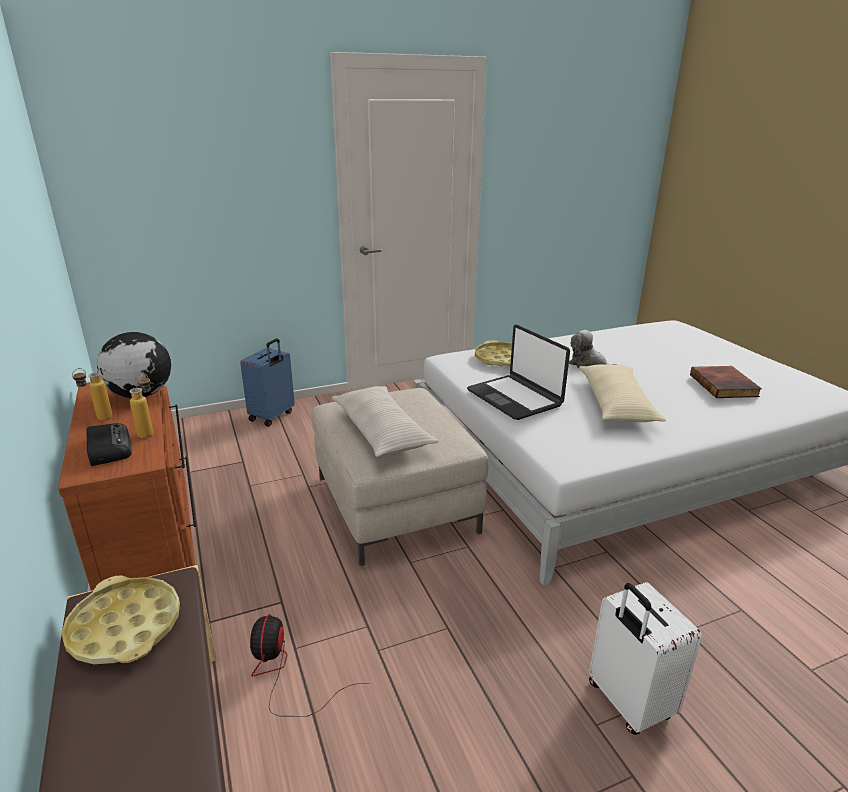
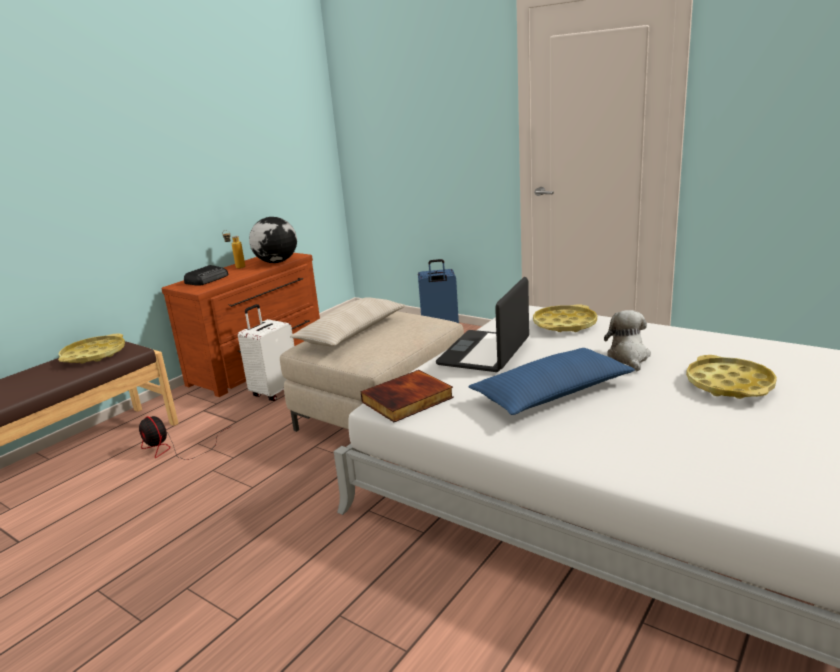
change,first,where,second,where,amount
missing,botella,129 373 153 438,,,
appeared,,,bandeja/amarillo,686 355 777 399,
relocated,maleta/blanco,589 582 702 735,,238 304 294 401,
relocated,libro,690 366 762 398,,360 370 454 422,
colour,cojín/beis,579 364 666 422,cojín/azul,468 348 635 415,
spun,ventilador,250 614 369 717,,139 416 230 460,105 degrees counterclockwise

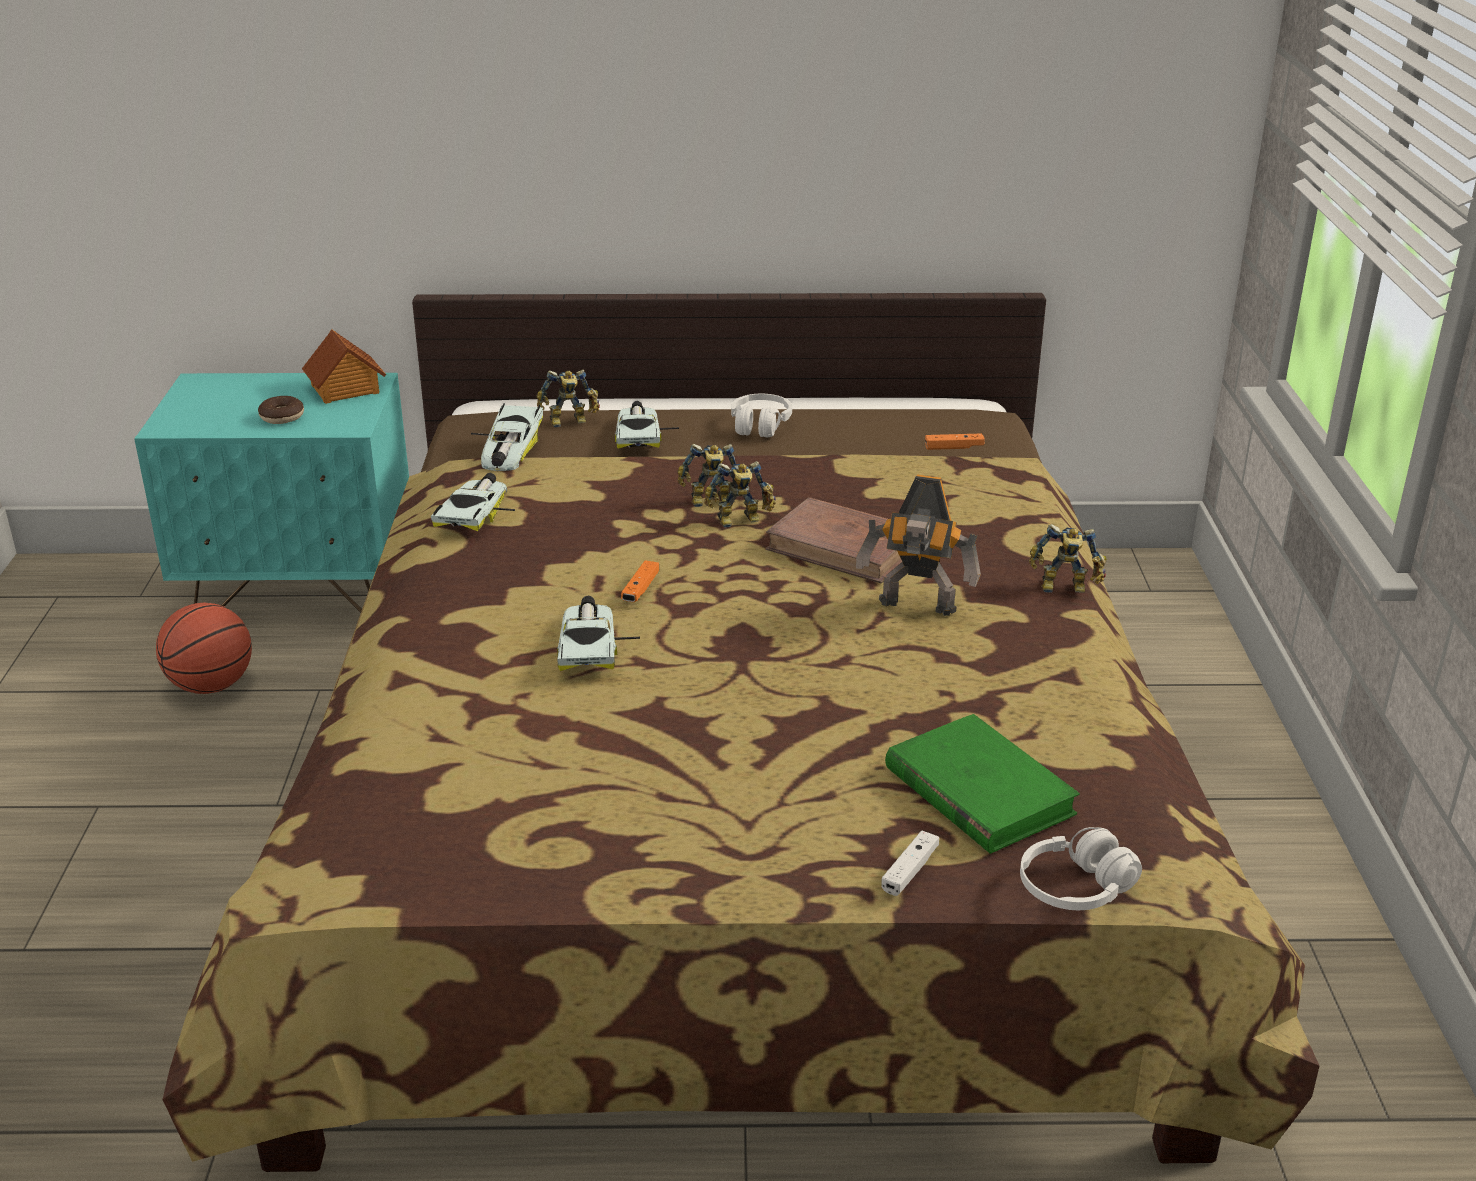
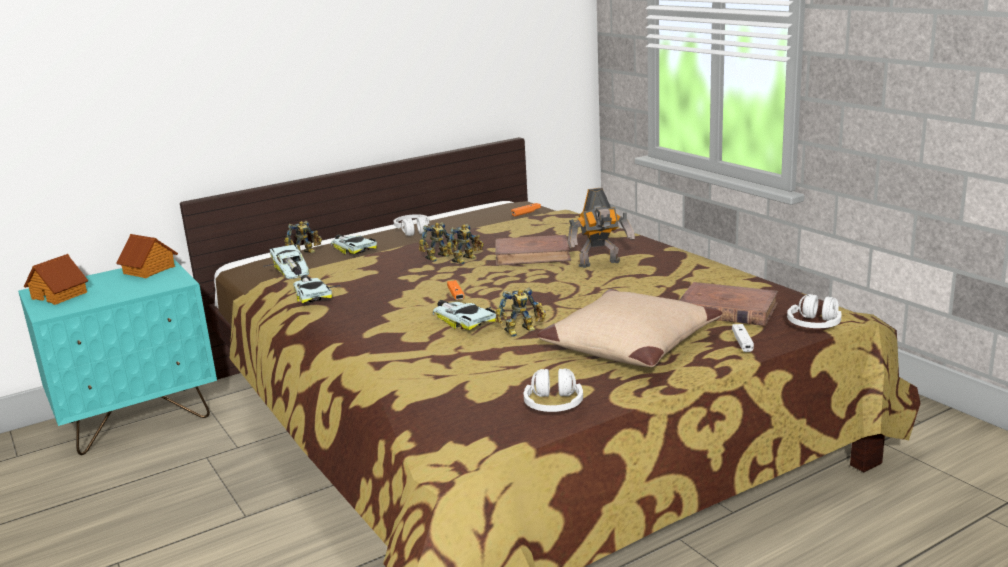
change,first,where,second,where,amount
missing,balón de baloncesto,156 603 252 694,,,
missing,rosquilla,258 396 304 424,,,
appeared,,,casita,24 254 88 305,
appeared,,,auriculares/blanco,524 368 583 412,
appeared,,,cojín/beis,537 289 723 367,
relocated,robot de juguete,1029 524 1107 593,,495 288 546 337,
colour,libro/verde,885 714 1080 854,libro/marrón,679 282 778 326,

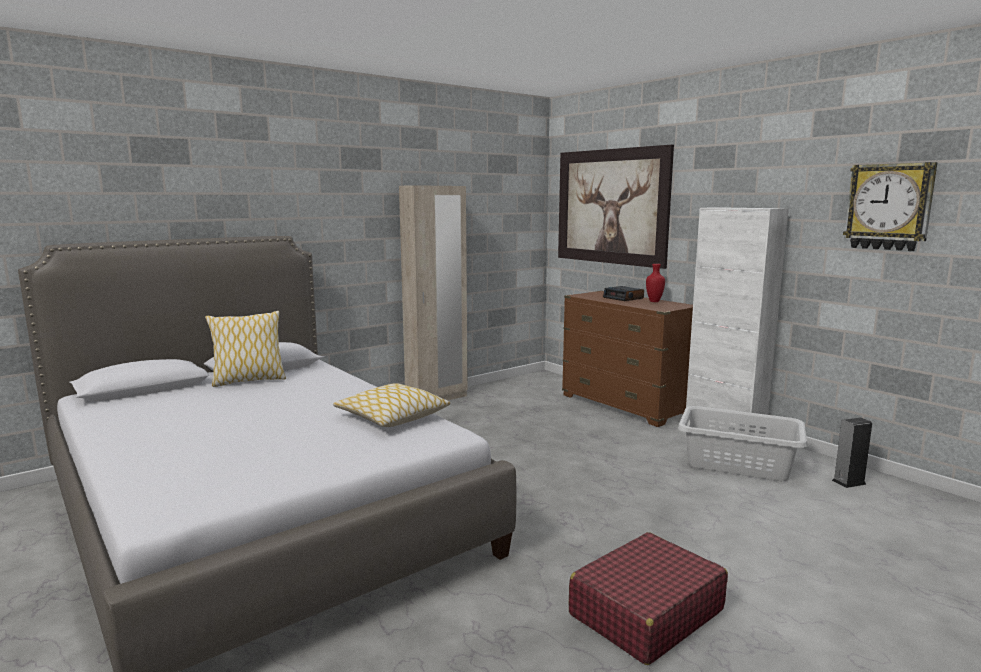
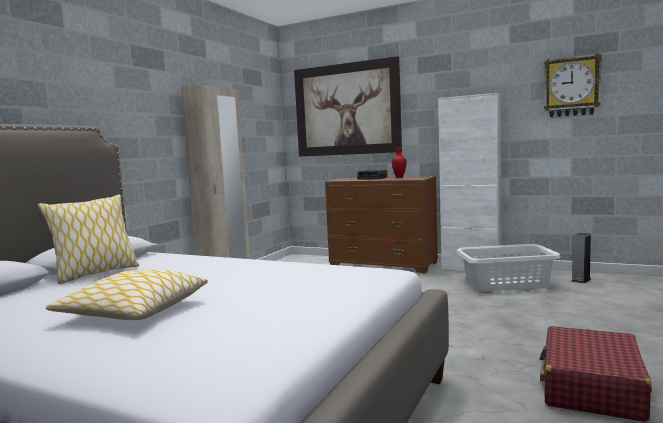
change,first,where,second,where,amount
relocated,cojín,333 383 451 427,,45 269 208 320,

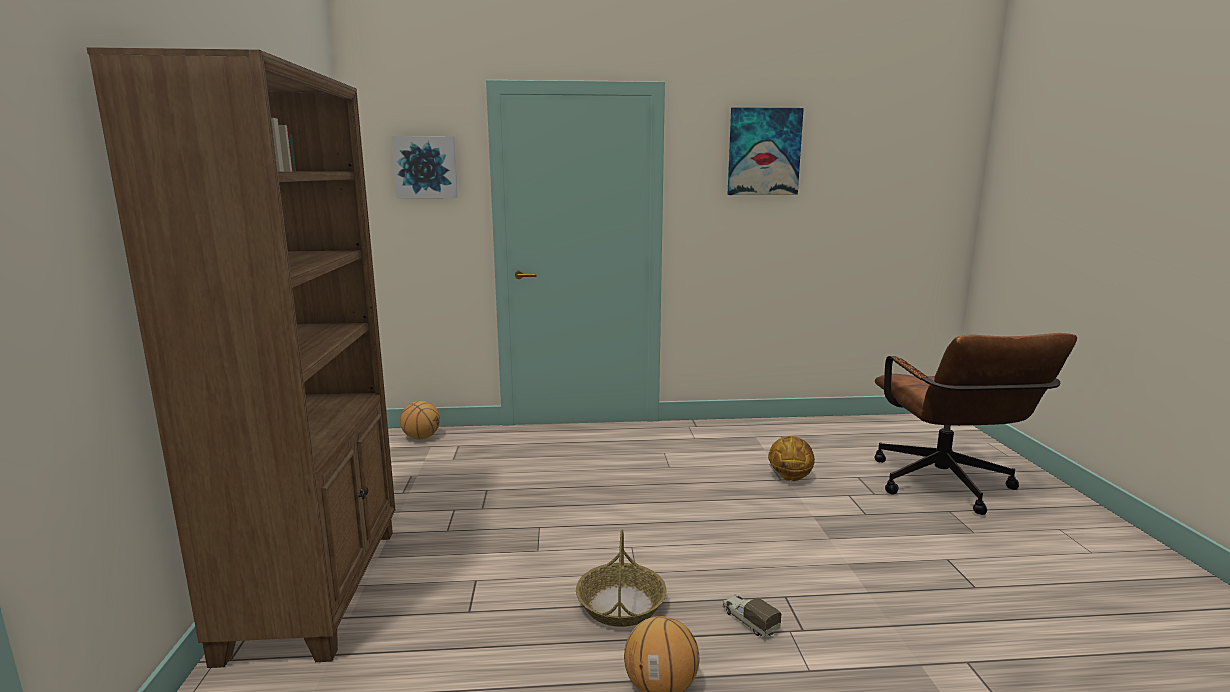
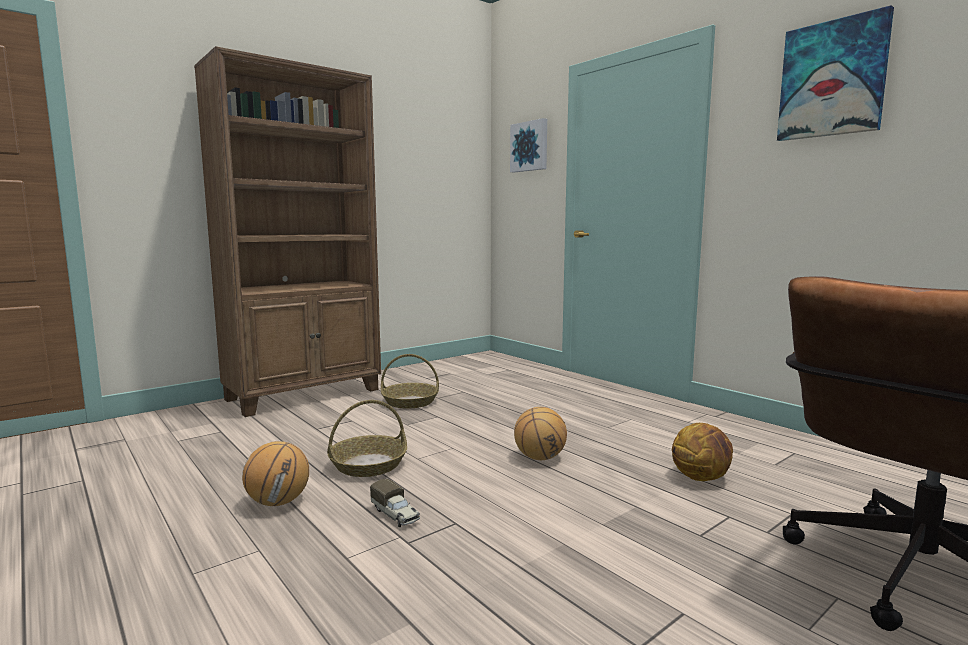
change,first,where,second,where,amount
appeared,,,cesta,381 354 439 408,
relocated,balón de baloncesto,400 401 440 439,,514 407 567 460,
spun,camión de juguete,722 594 782 637,,370 479 420 527,120 degrees clockwise

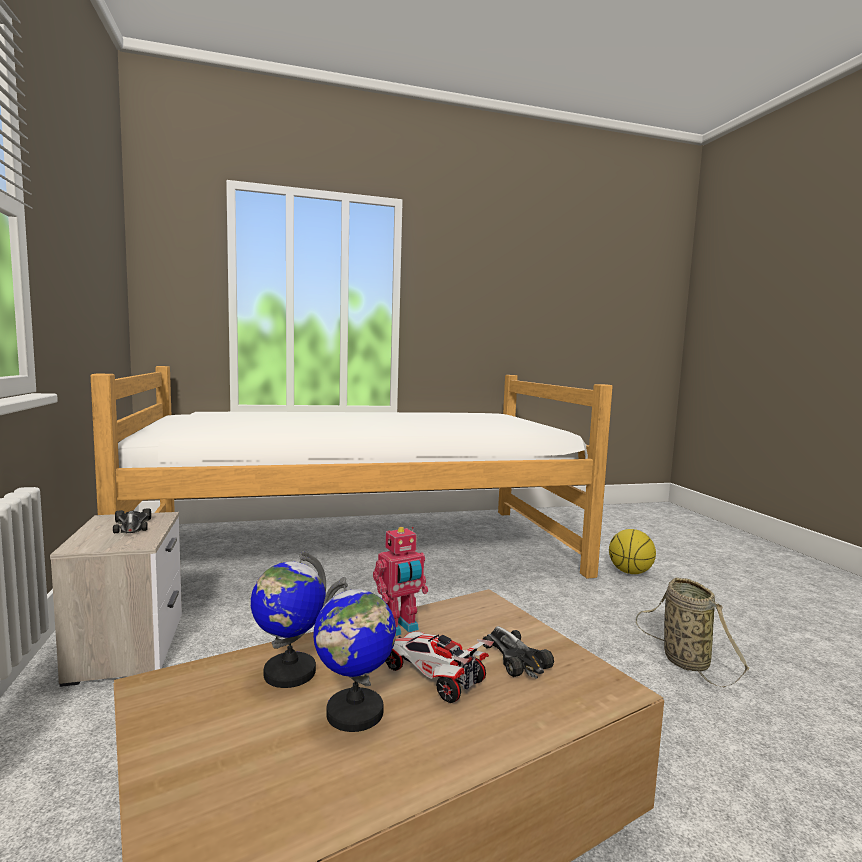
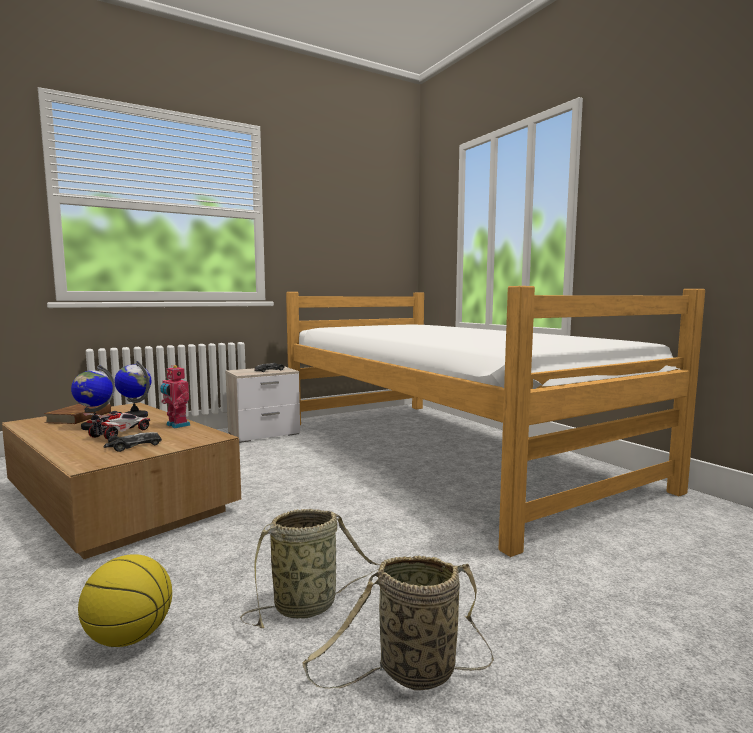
change,first,where,second,where,amount
appeared,,,libro/marrón,44 404 111 424,
appeared,,,cesta,302 556 494 690,
relocated,balón de baloncesto,609 529 656 574,,78 554 172 647,

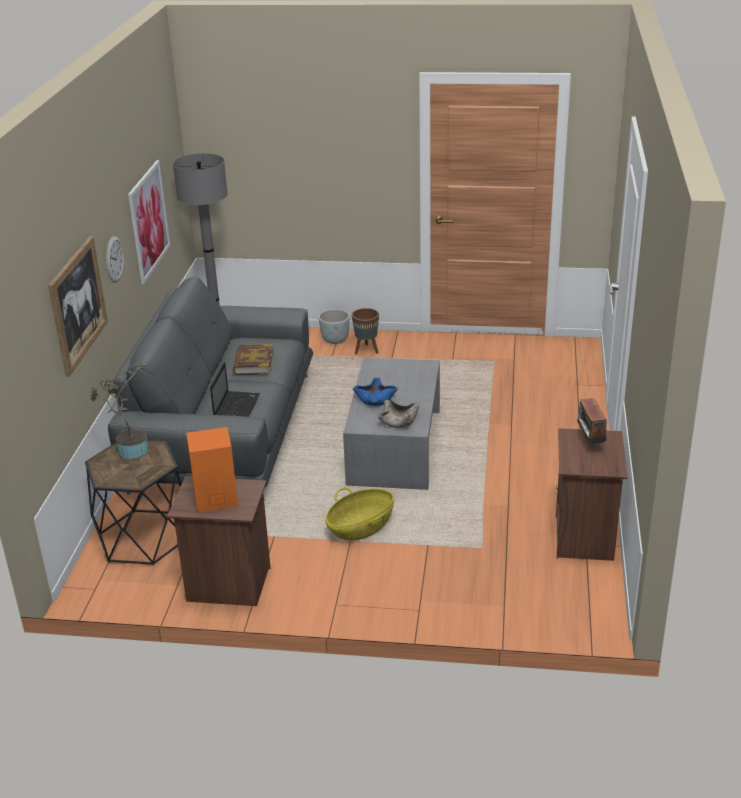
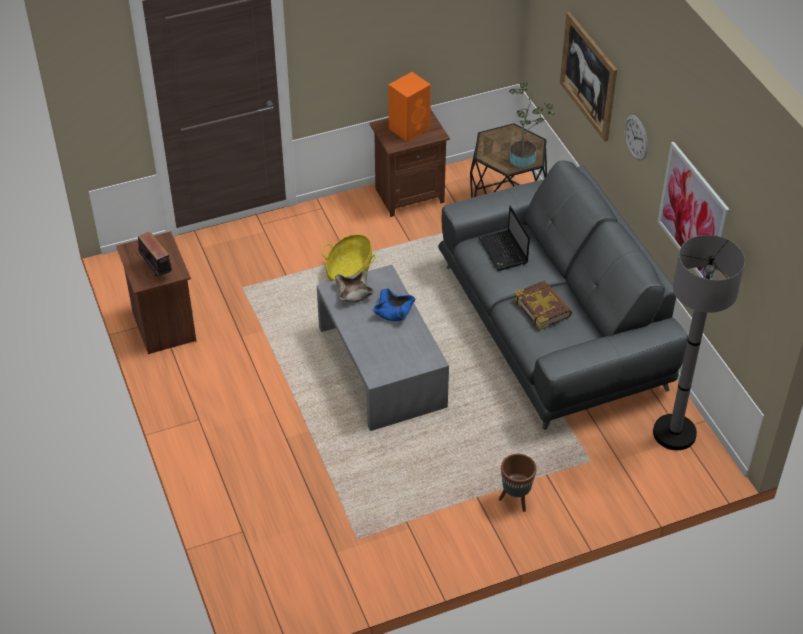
change,first,where,second,where,amount
missing,maceta/gris,319 309 350 344,,,

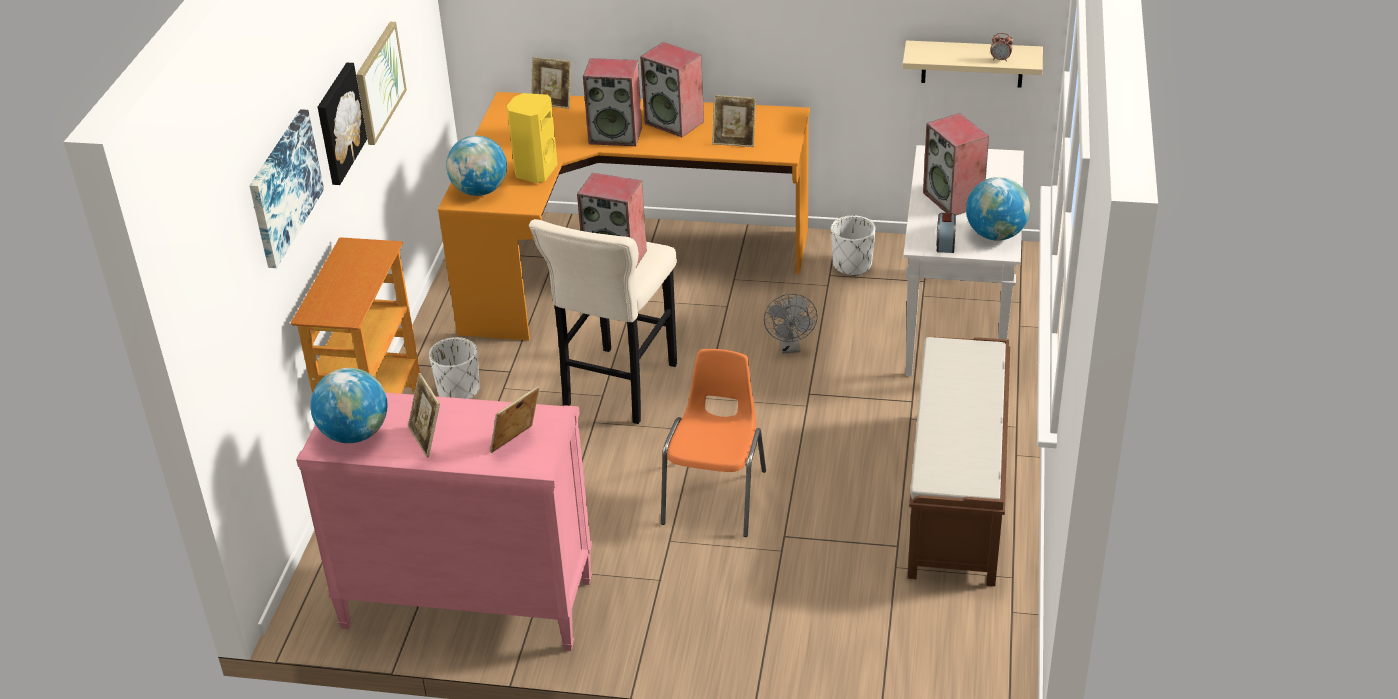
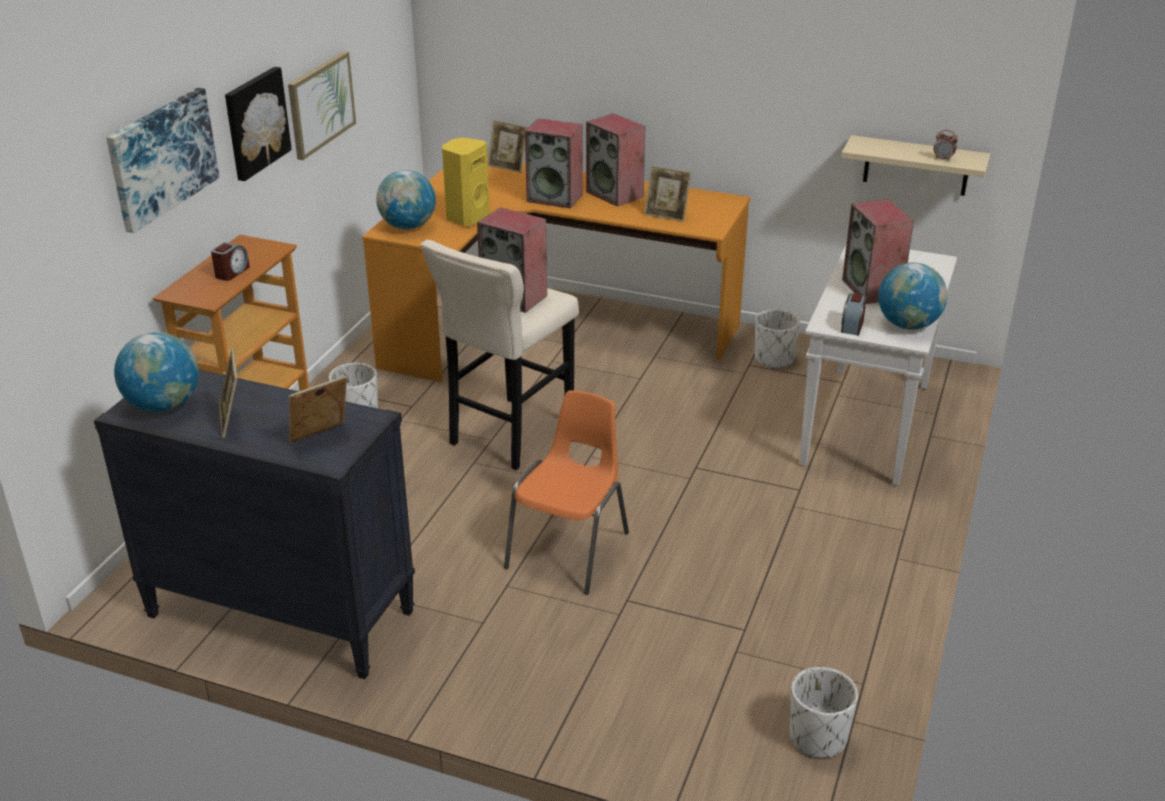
change,first,where,second,where,amount
missing,ventilador/gris,764 294 818 353,,,
missing,banco/marrón,908 337 1010 586,,,
appeared,,,despertador,211 242 250 281,
appeared,,,maceta/blanco,790 667 858 758,
colour,cómoda/rosa,296 393 592 651,cómoda/negro,94 370 415 679,

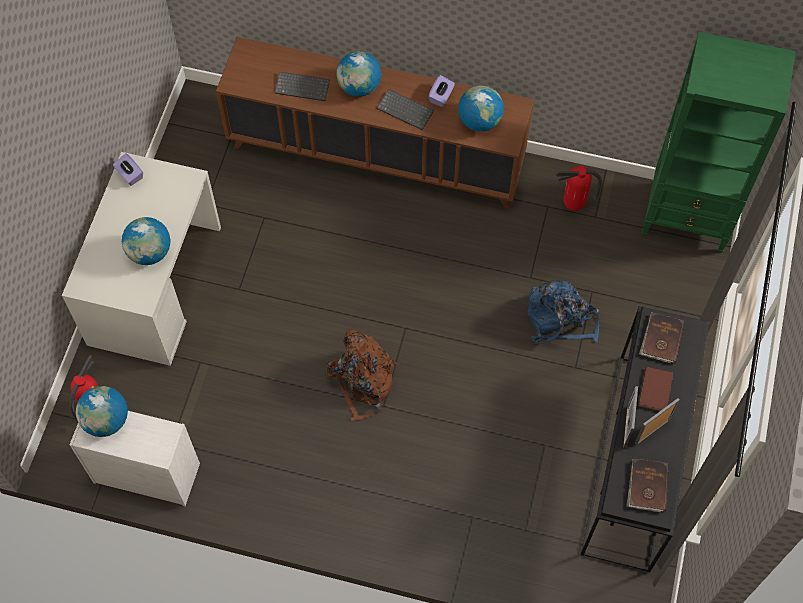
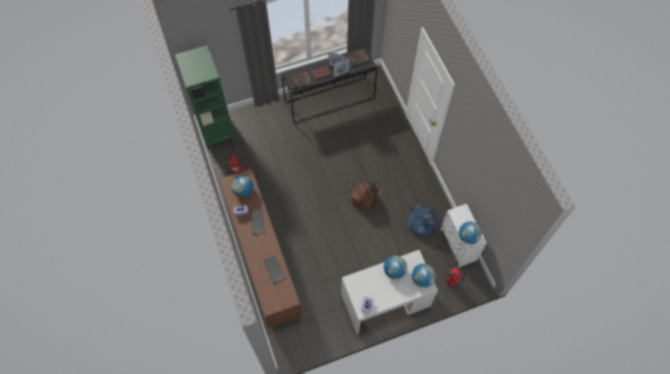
change,first,where,second,where,amount
relocated,globo terráqueo,336 51 381 97,,412 264 435 287,
relocated,mochila/azul,528 280 599 343,,408 204 439 236,

